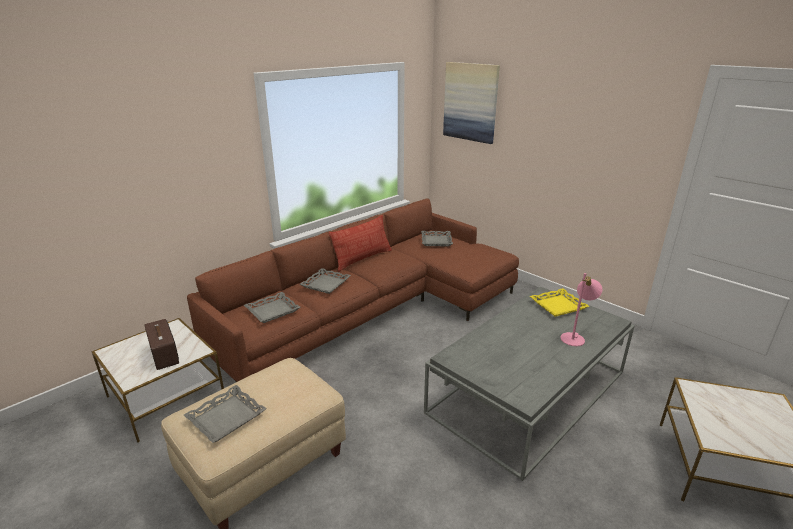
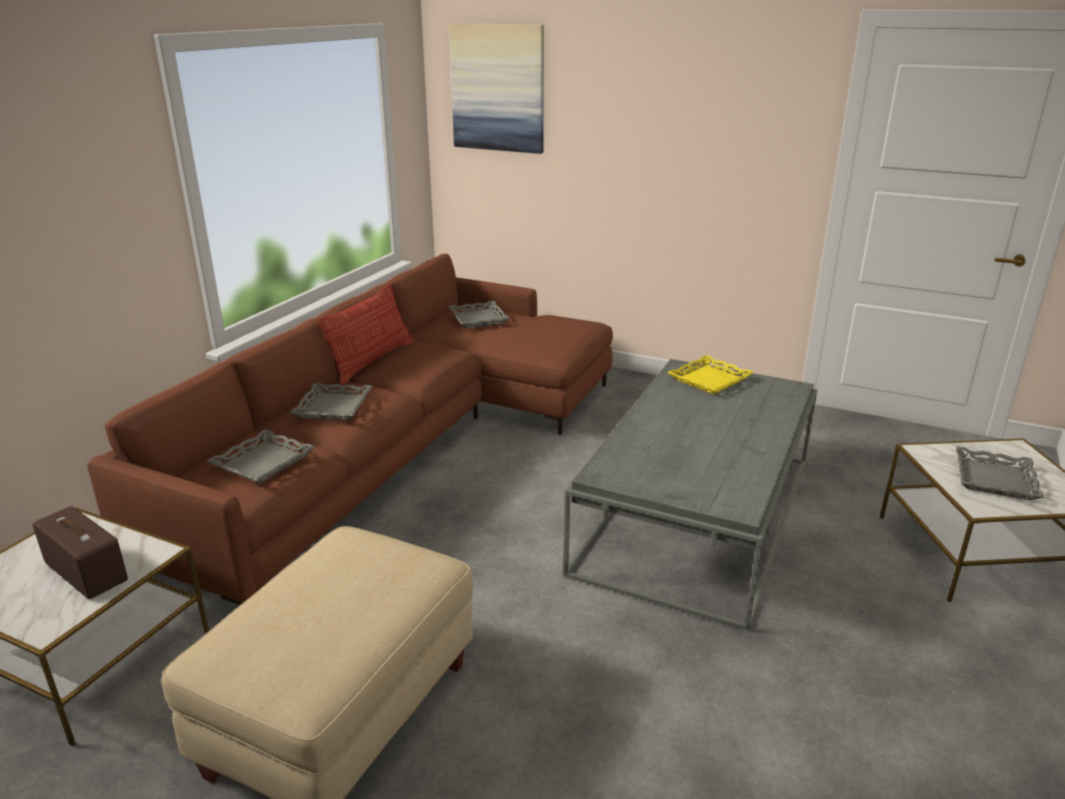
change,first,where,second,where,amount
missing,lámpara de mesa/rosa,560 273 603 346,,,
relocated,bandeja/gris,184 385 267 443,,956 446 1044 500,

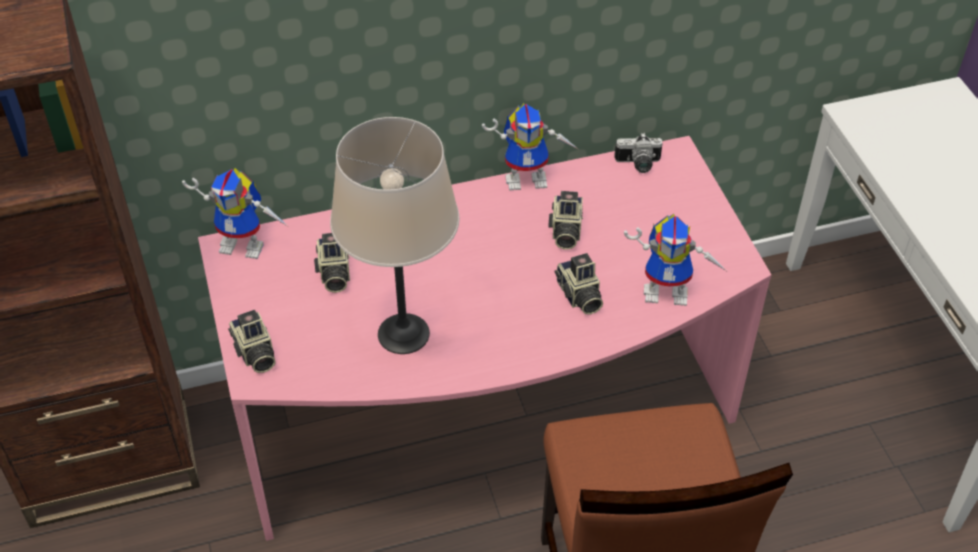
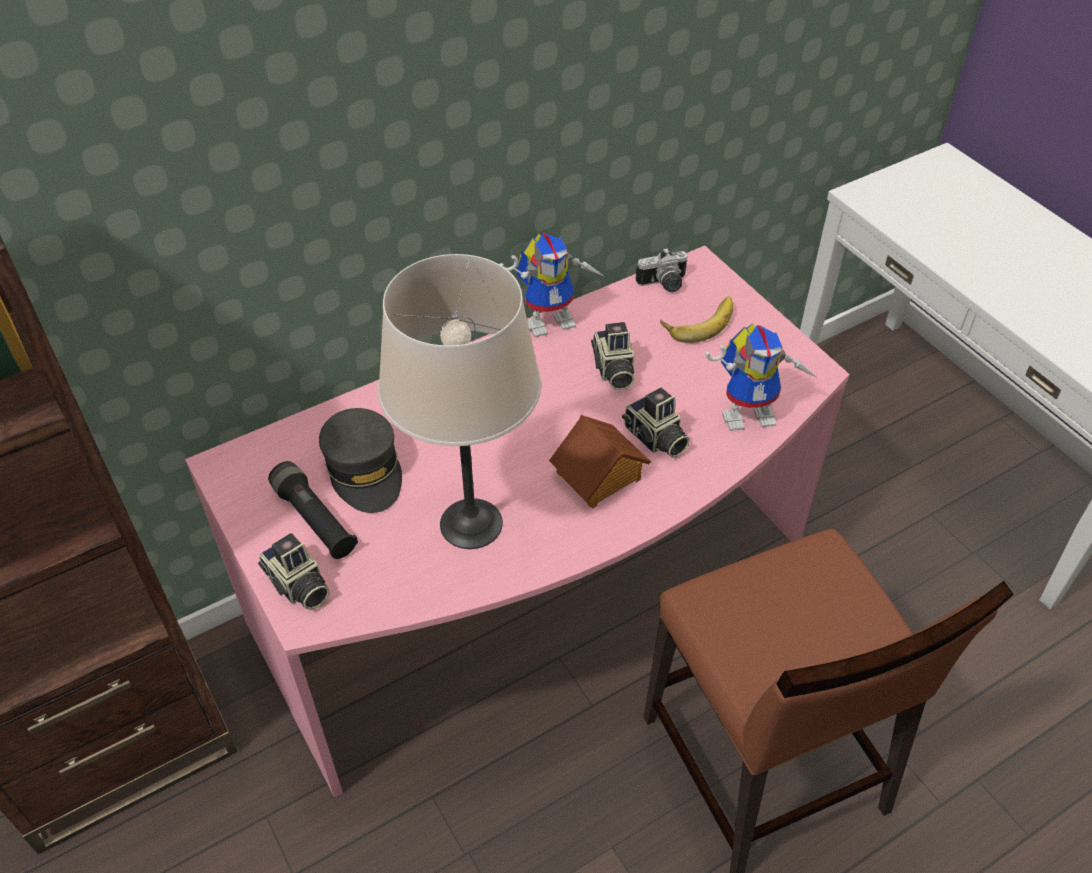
change,first,where,second,where,amount
missing,robot de juguete,182 168 289 259,,,
appeared,,,linterna/negro,268 461 358 559,
appeared,,,casita,549 415 651 508,
appeared,,,plátano,660 296 733 343,
exchanged,cámara,314 233 350 293,gorra/gris,319 408 402 513,

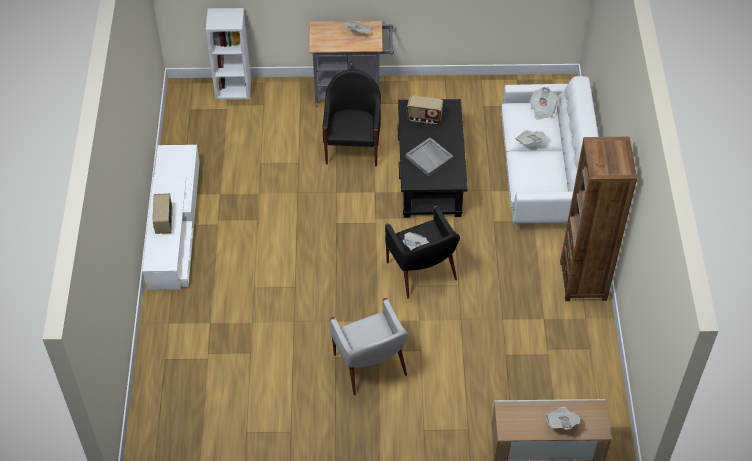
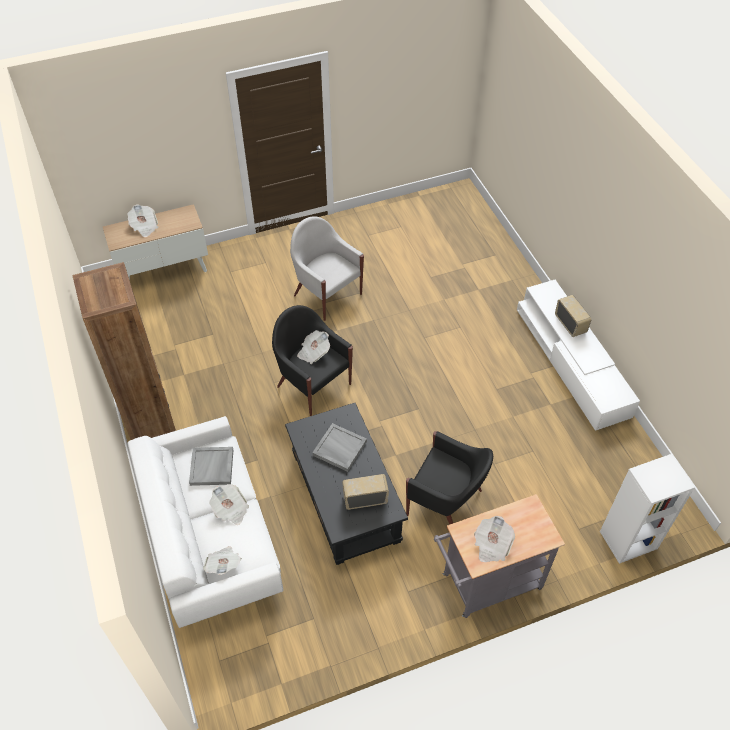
change,first,where,second,where,amount
appeared,,,bandeja/gris,189 447 233 486,
spun,sillón/negro,322 69 381 166,,406 431 493 525,45 degrees counterclockwise

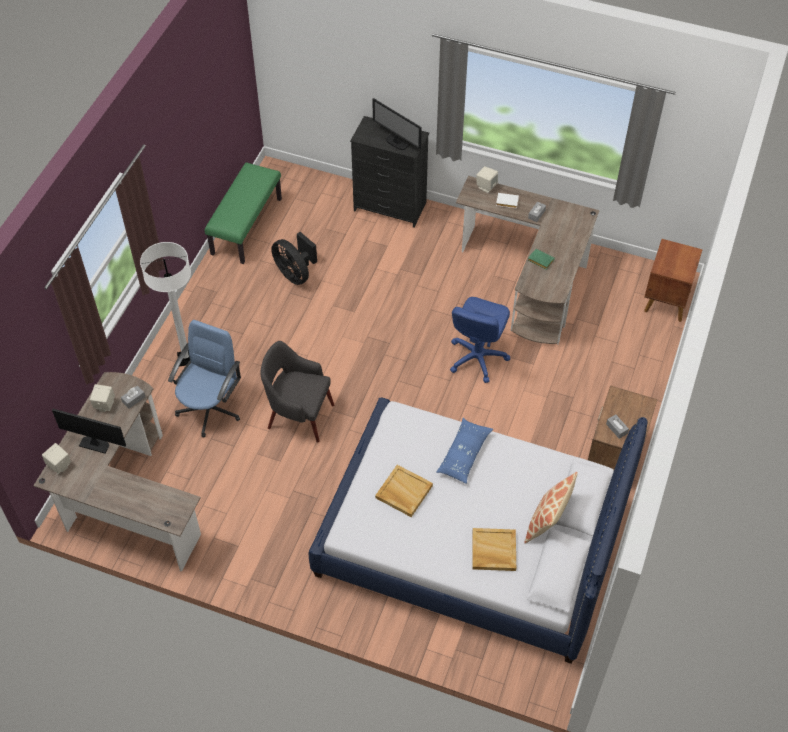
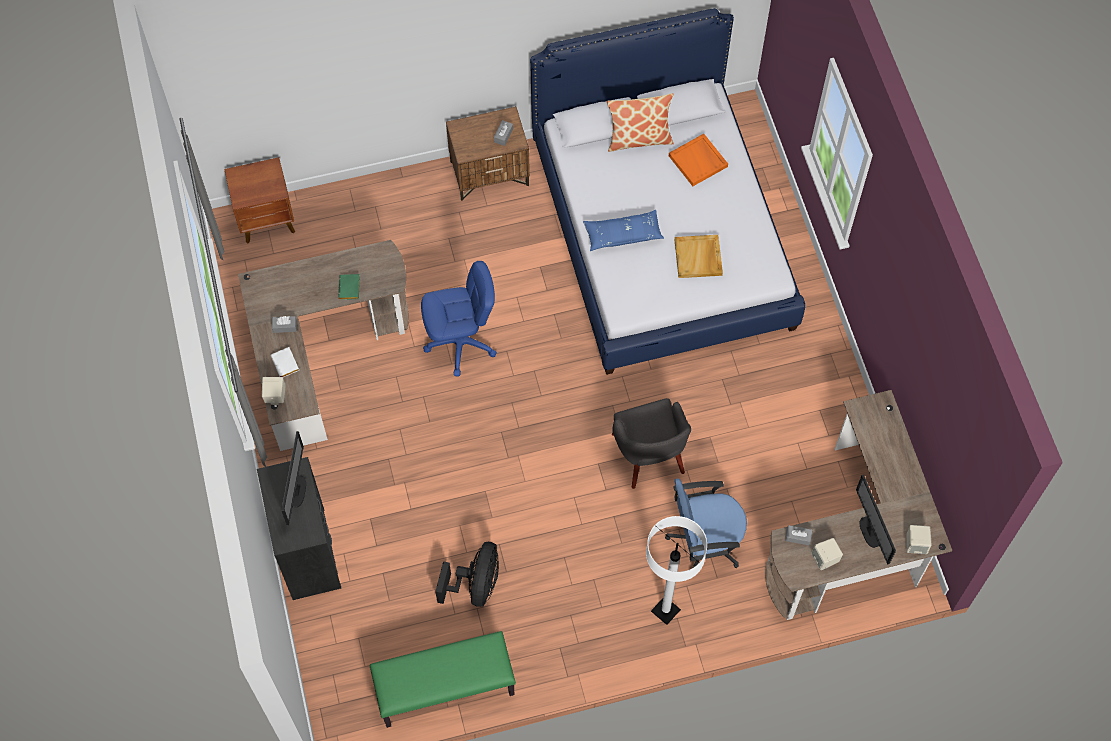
change,first,where,second,where,amount
colour,bandeja/beis,472 528 516 571,bandeja/naranja,669 134 728 186,

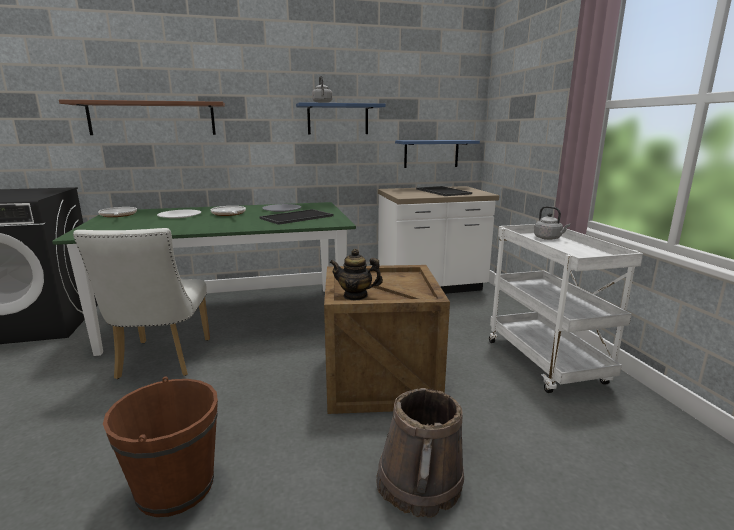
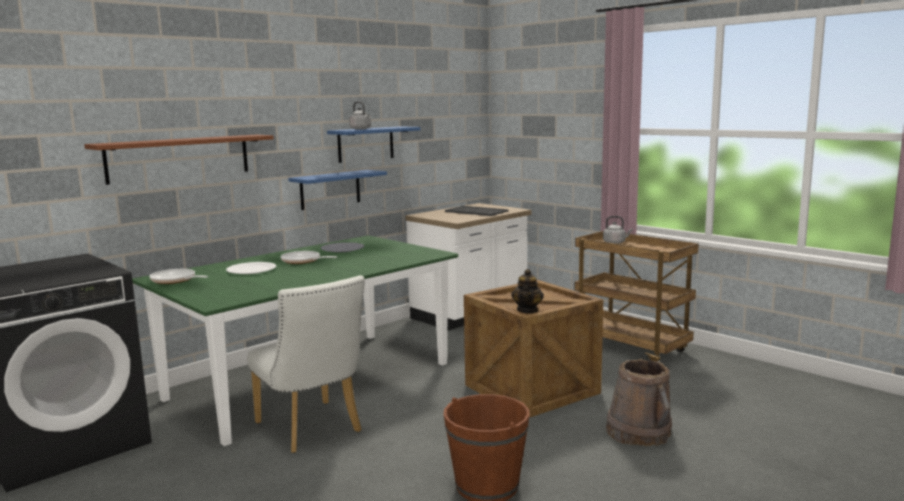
change,first,where,second,where,amount
missing,bandeja,259 209 333 225,,,
relocated,estante/azul,395 140 480 168,,288 170 387 210,
colour,carrito/blanco,489 224 643 393,carrito/marrón,575 231 698 362,
spun,tetera,330 249 383 300,,511 269 544 313,60 degrees counterclockwise

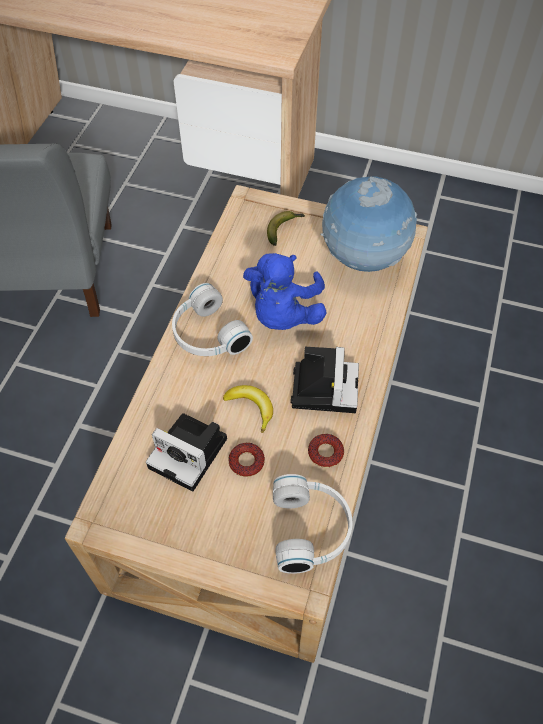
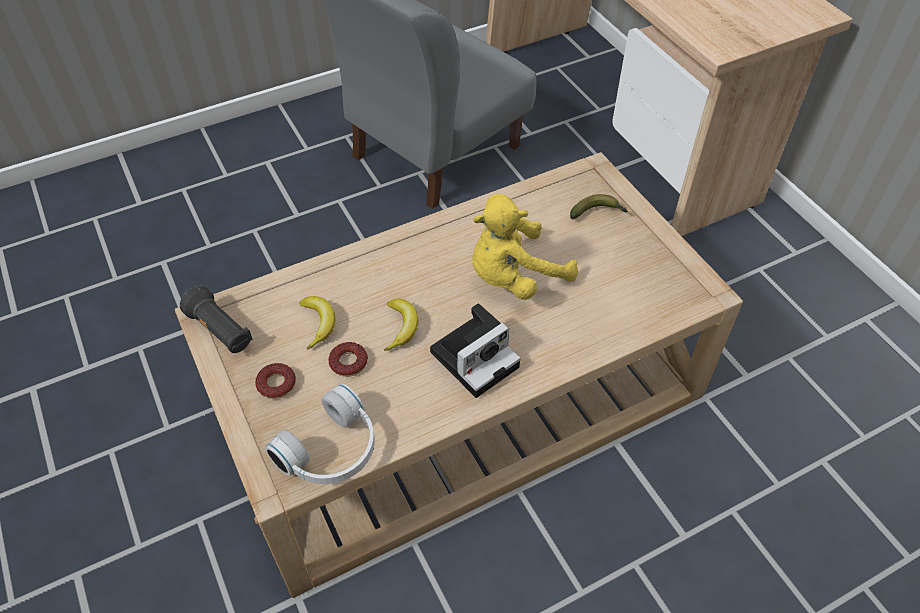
change,first,where,second,where,amount
missing,auriculares/blanco,172 283 253 356,,,
missing,globo terráqueo,320 176 417 272,,,
appeared,,,linterna/negro,180 286 252 353,
relocated,rosquilla,308 434 344 468,,255 363 296 399,
exchanged,cámara,146 413 227 492,plátano,299 296 335 349,
colour,peluche/azul,243 253 327 330,peluche/amarillo,472 194 578 300,

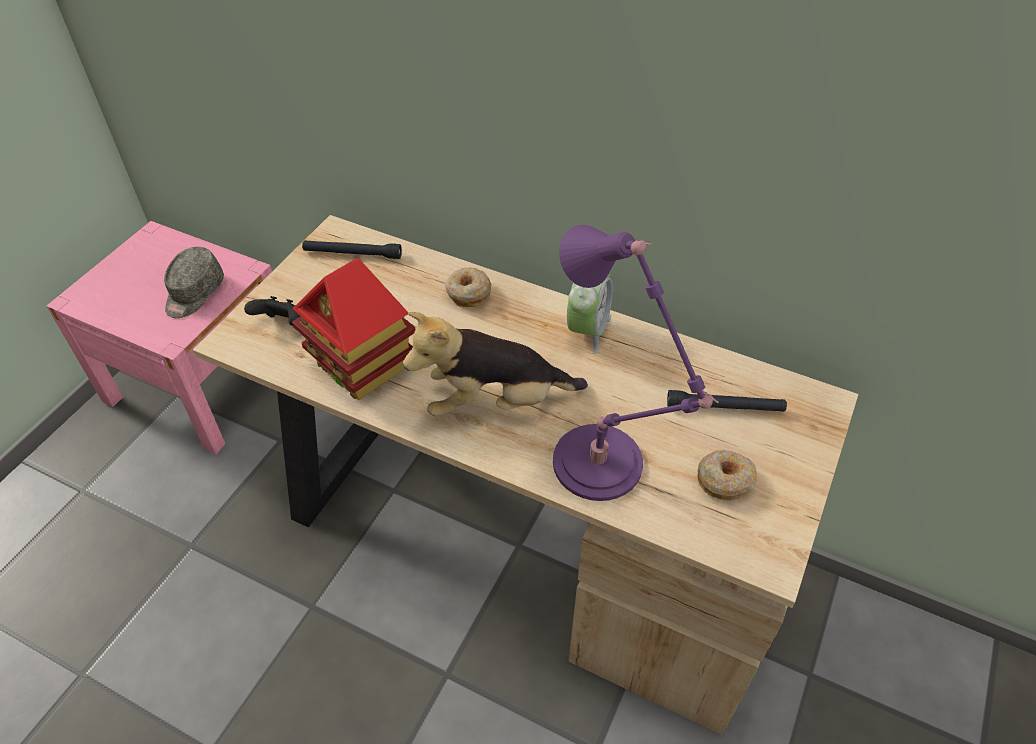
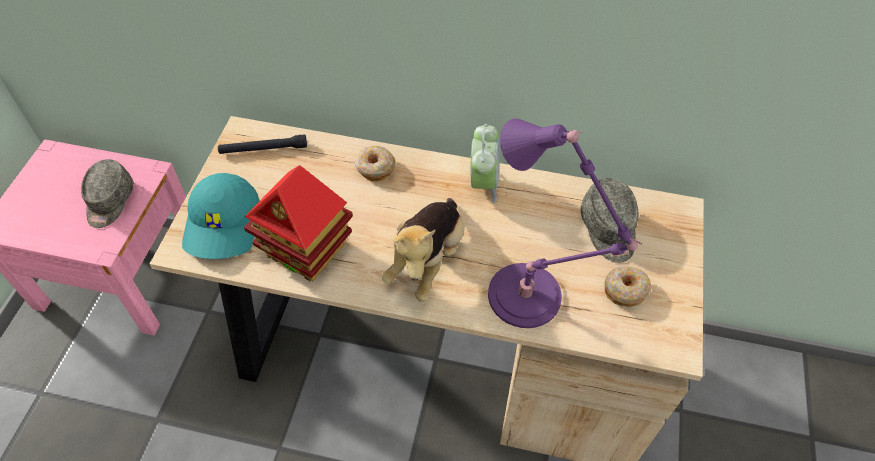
change,first,where,second,where,amount
exchanged,mando de consola/negro,244 296 301 326,gorra/turquesa,182 173 259 259,
exchanged,linterna/negro,667 390 787 412,gorra/gris,581 178 639 263,
spun,peluche,403 312 588 416,,382 198 465 302,45 degrees counterclockwise

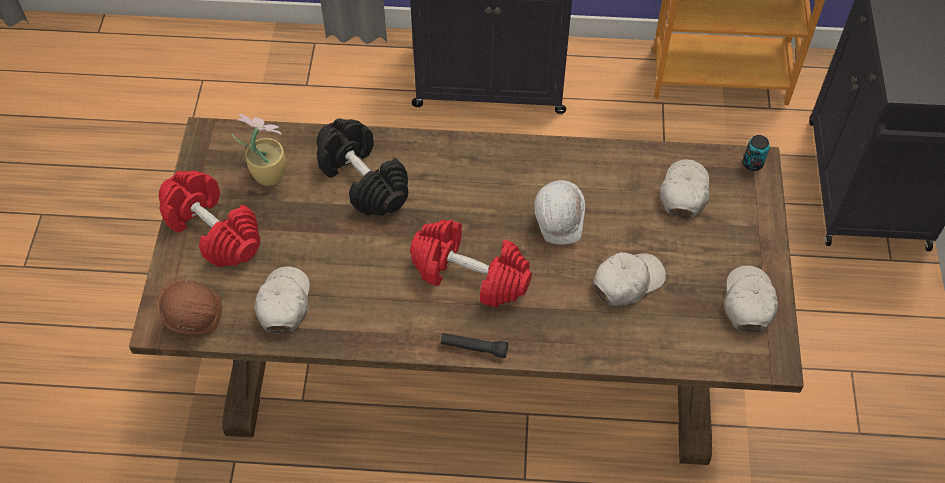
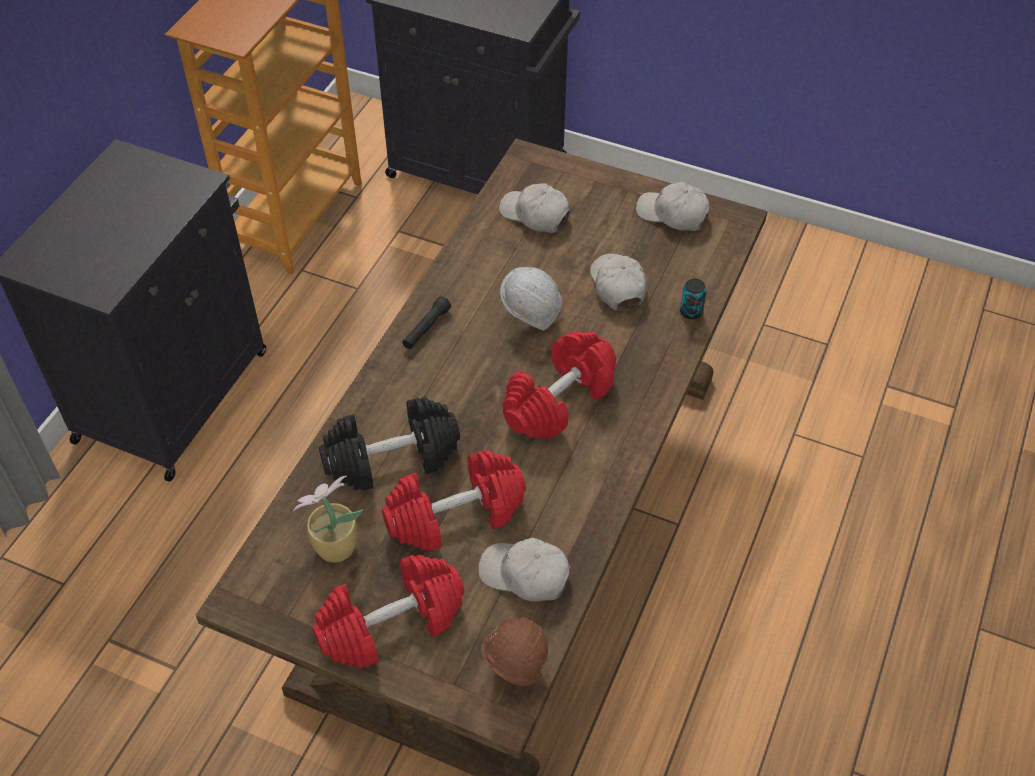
change,first,where,second,where,amount
appeared,,,mancuerna/rojo,382 450 526 551,
relocated,linterna/negro,441 333 508 358,,402 296 451 349,
relocated,lata,743 135 770 171,,680 279 706 319,

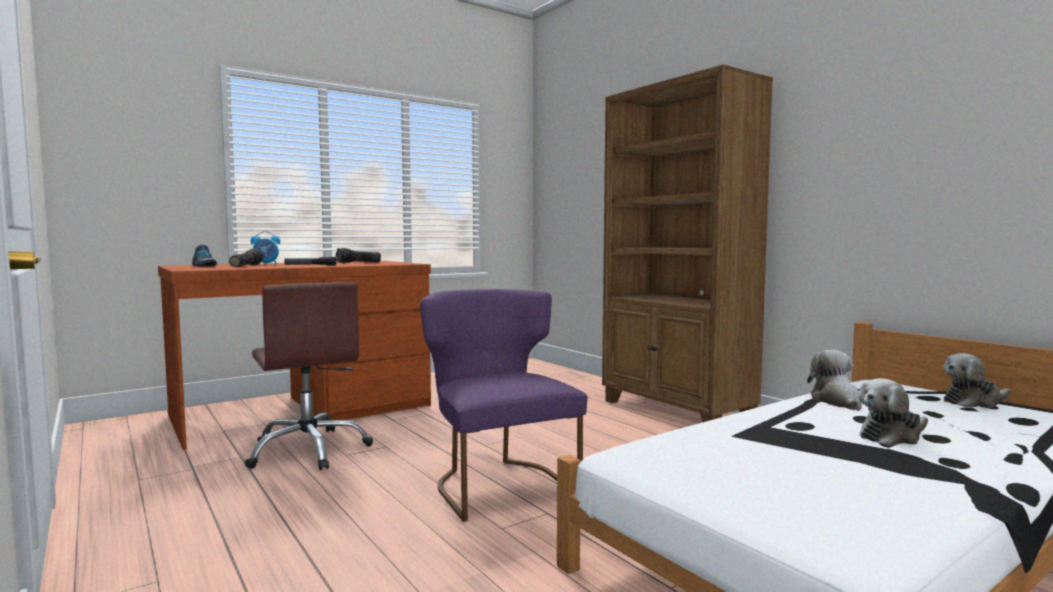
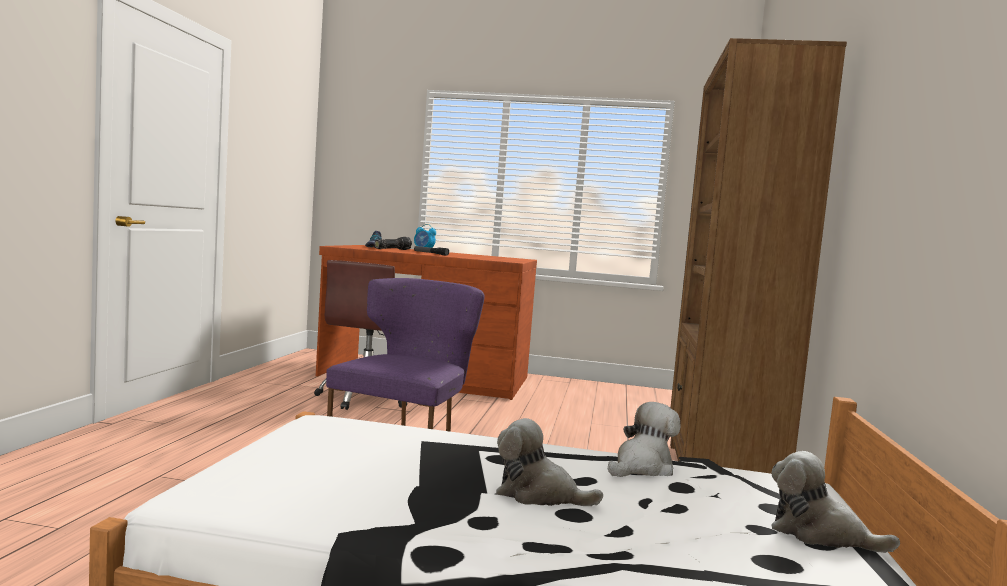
change,first,where,second,where,amount
missing,linterna,336 248 381 263,,,

